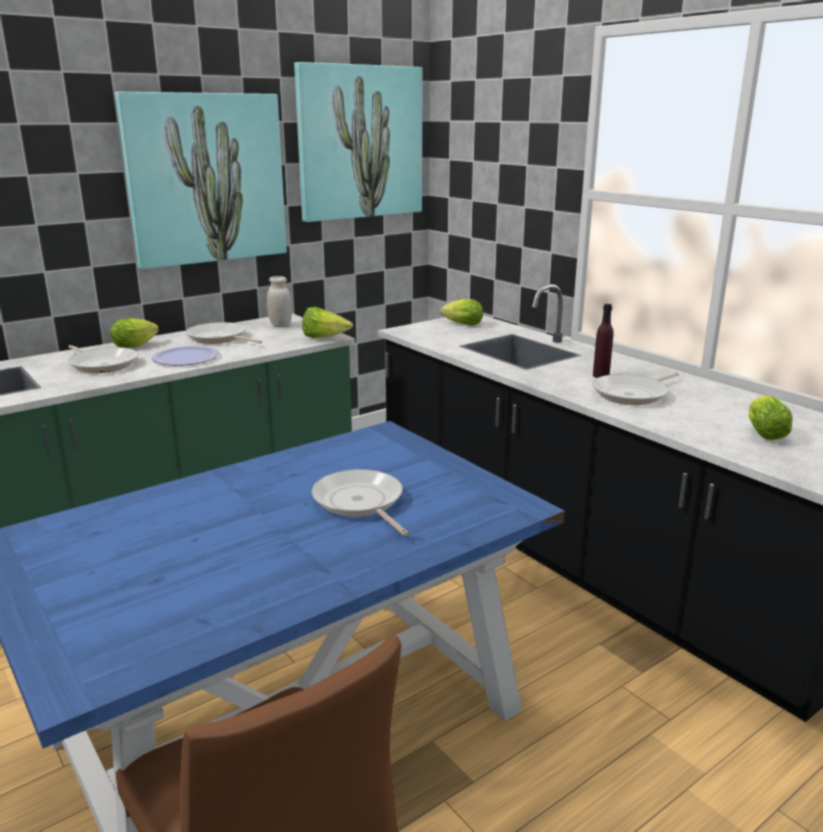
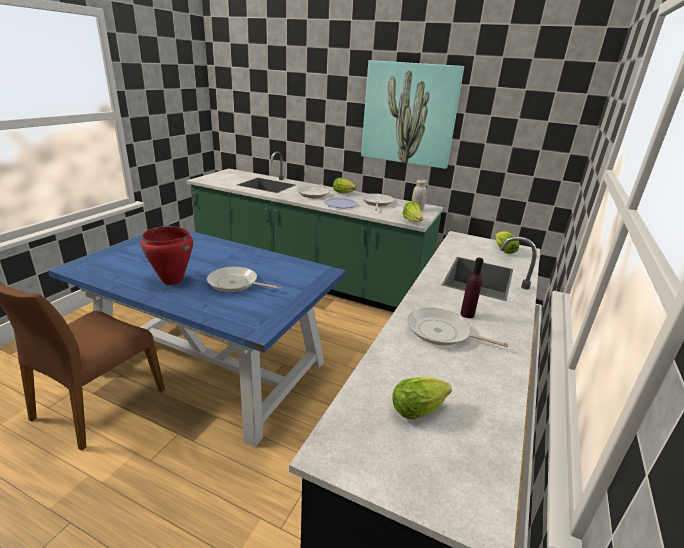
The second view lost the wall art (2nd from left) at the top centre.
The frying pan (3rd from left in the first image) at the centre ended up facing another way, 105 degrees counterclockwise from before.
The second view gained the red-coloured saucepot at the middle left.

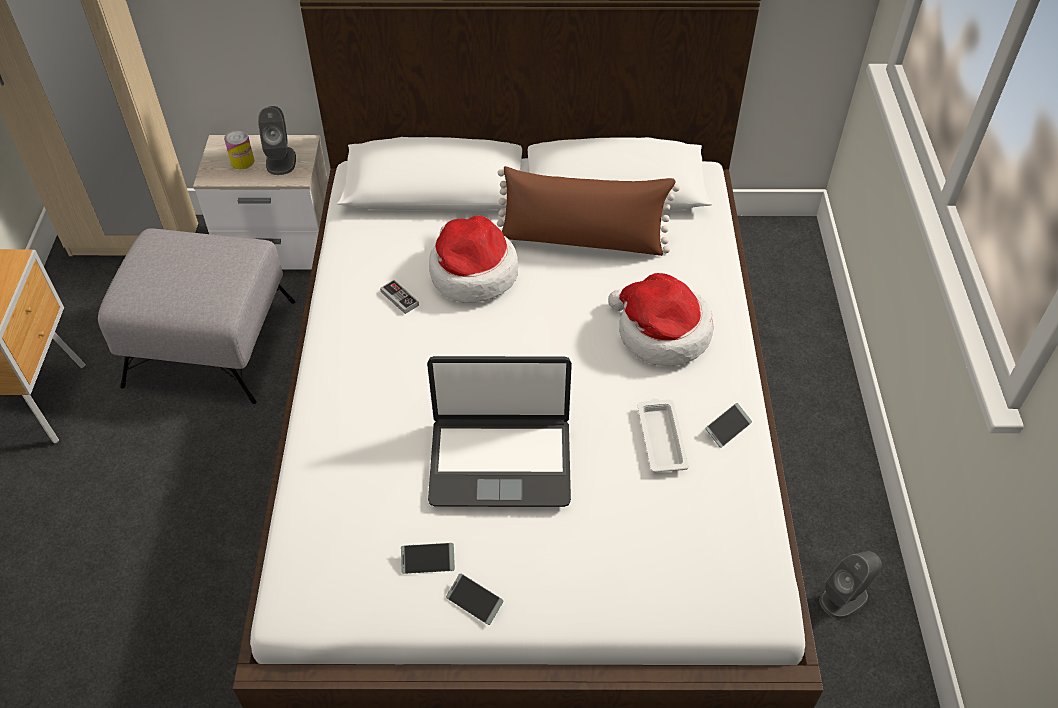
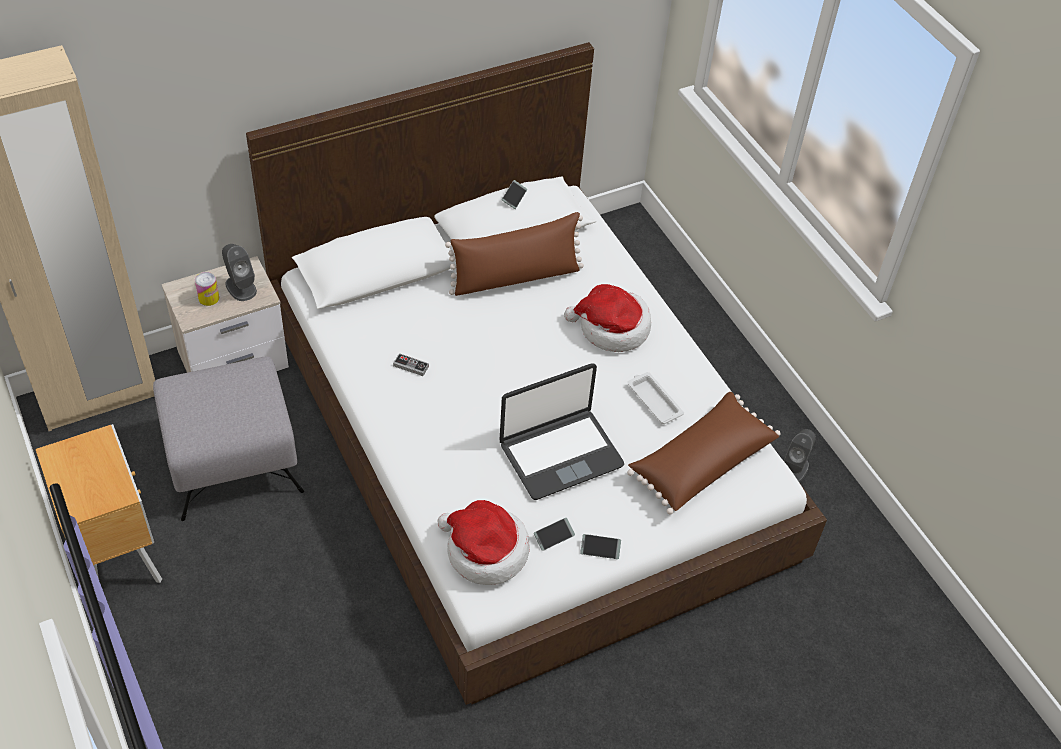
The clothing hat (1st from left) ended up elsewhere, having gone from the centre to the bottom centre.
The telephone (3rd from left in the first image) ended up elsewhere, having gone from the middle right to the top centre.
The second view gained the brown throw pillow (2nd from left) at the centre.

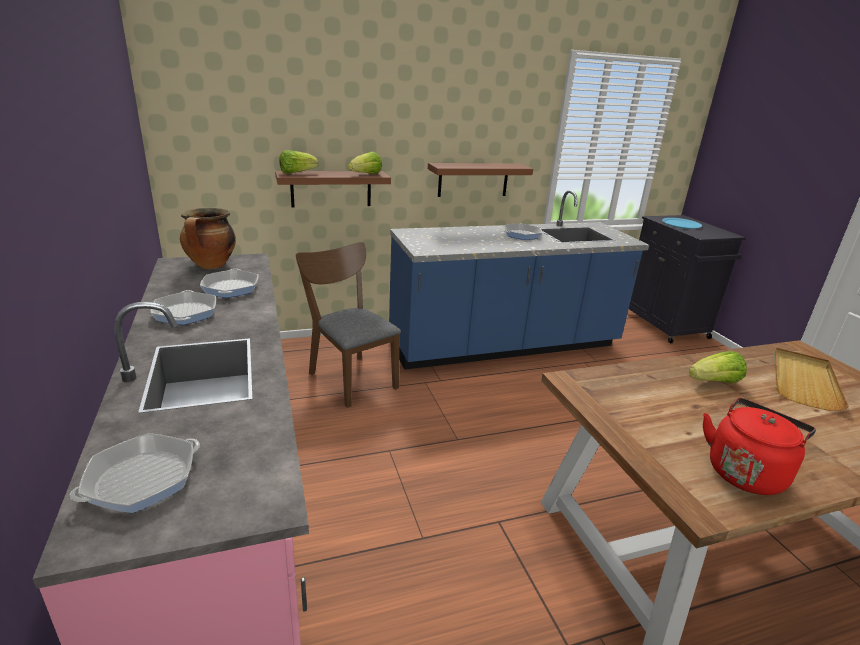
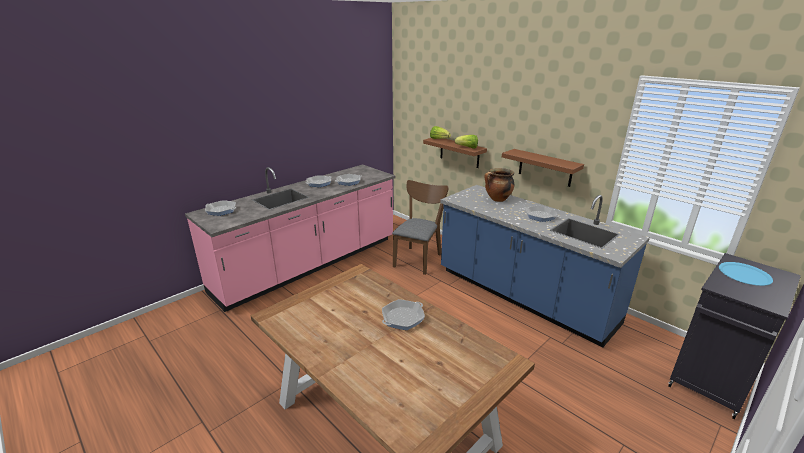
The saucepot ended up elsewhere, having gone from the middle left to the centre.
Where the lettuce (3rd from left) stood at the middle right, the frying pan (4th from left) came to stand at the bottom centre.
The second view lost the red-coloured water kettle at the bottom right.
The second view lost the beige-coloured carrying tray at the middle right.

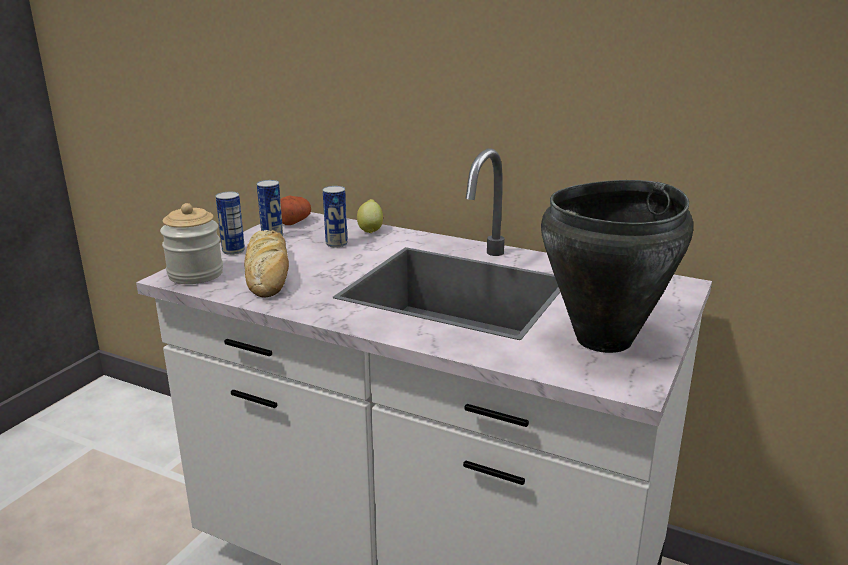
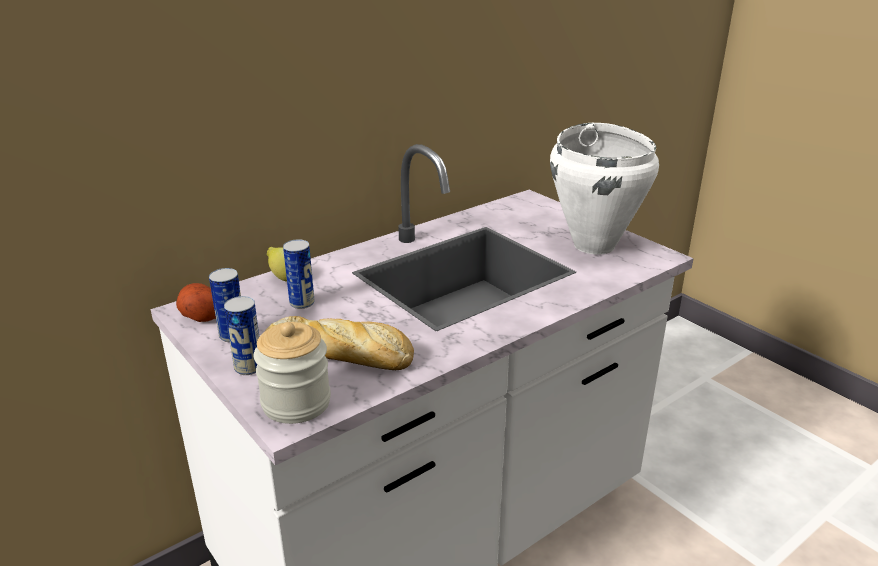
What was the black saucepot at the middle right turned into the white-coloured saucepot at the middle right.

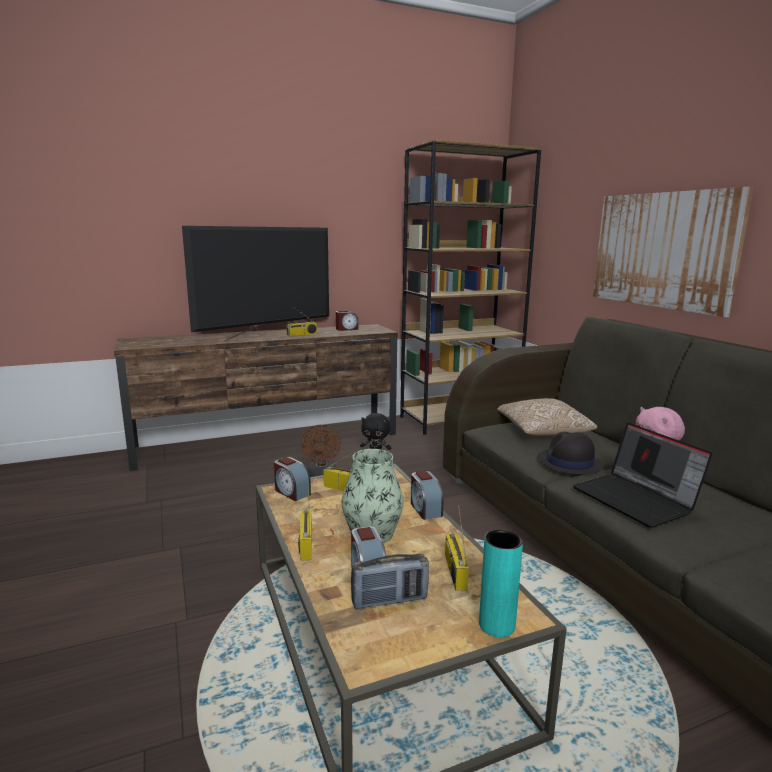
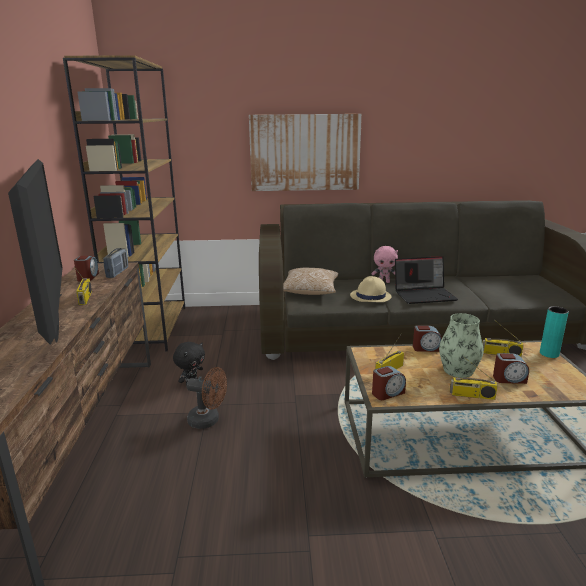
The radio (4th from left in the first image) ended up elsewhere, having gone from the bottom centre to the middle left.
What was the black clothing hat at the middle right turned into the beige-coloured clothing hat at the centre.

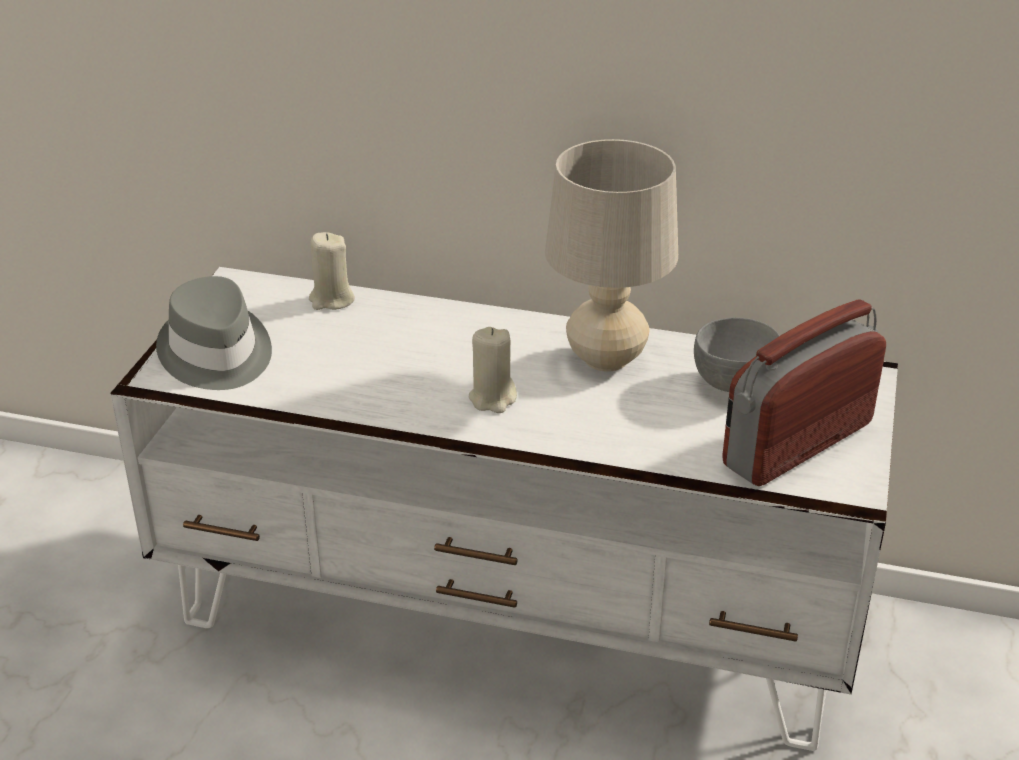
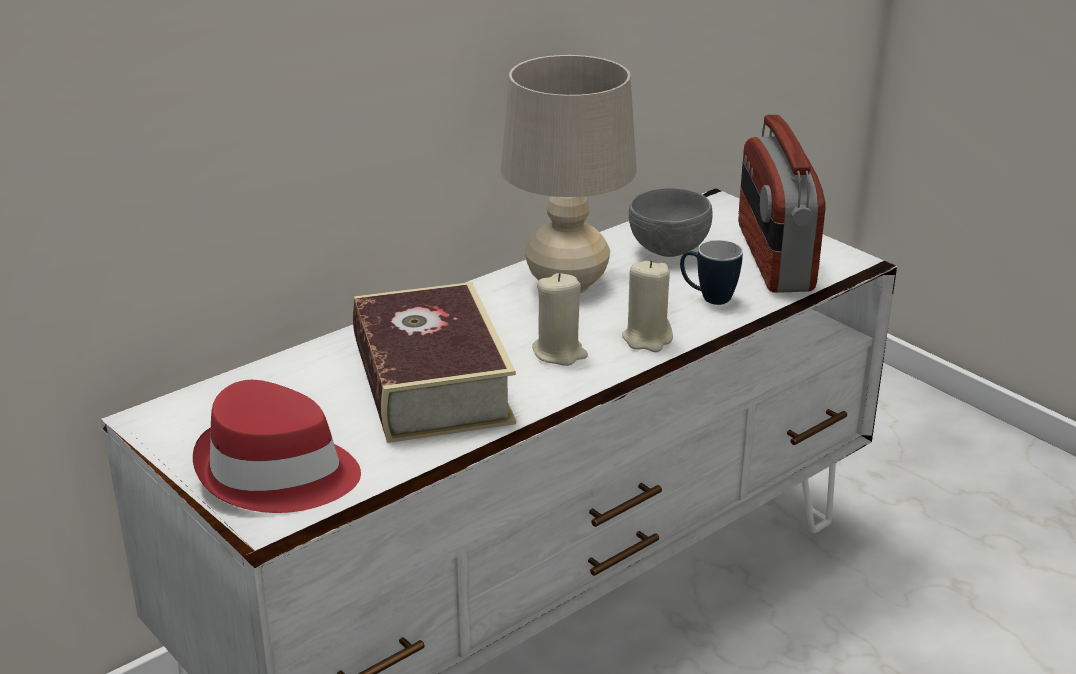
What was the greyish clothing hat at the middle left turned into the red-coloured clothing hat at the middle left.
The beige-coloured candle (1st from left in the first image) ended up elsewhere, having gone from the middle left to the centre.
The second view gained the bound book at the centre.
The second view gained the coffee mug at the centre.

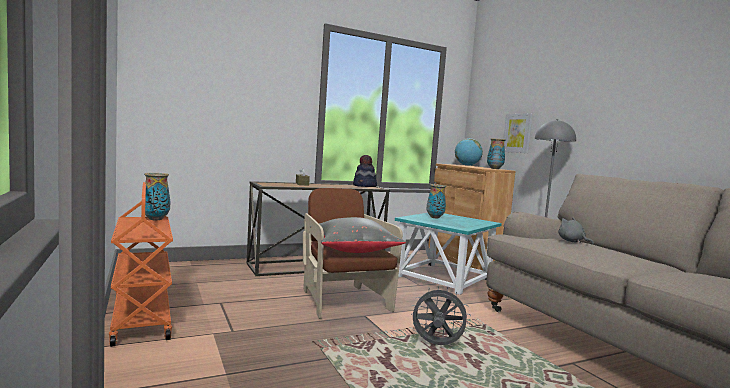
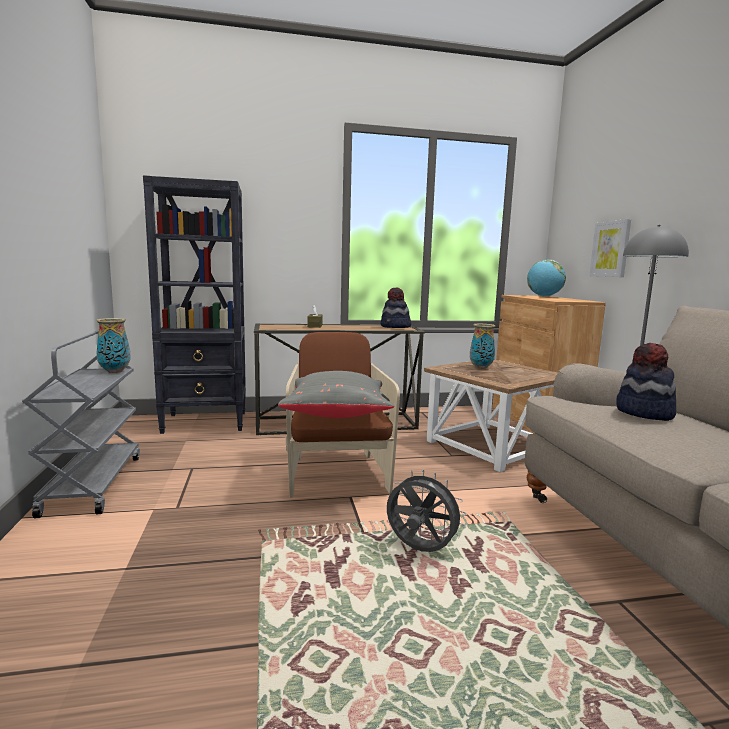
What was the orangey cart at the bottom left turned into the greyish cart at the middle left.
What was the turquoise end table at the centre turned into the brown end table at the middle right.
The second view lost the flower vase (3rd from left) at the middle right.
Where the greyish cuddly toy stood at the middle right, the clothing hat (2nd from left) came to stand at the middle right.
The second view gained the black bookshelf at the middle left.

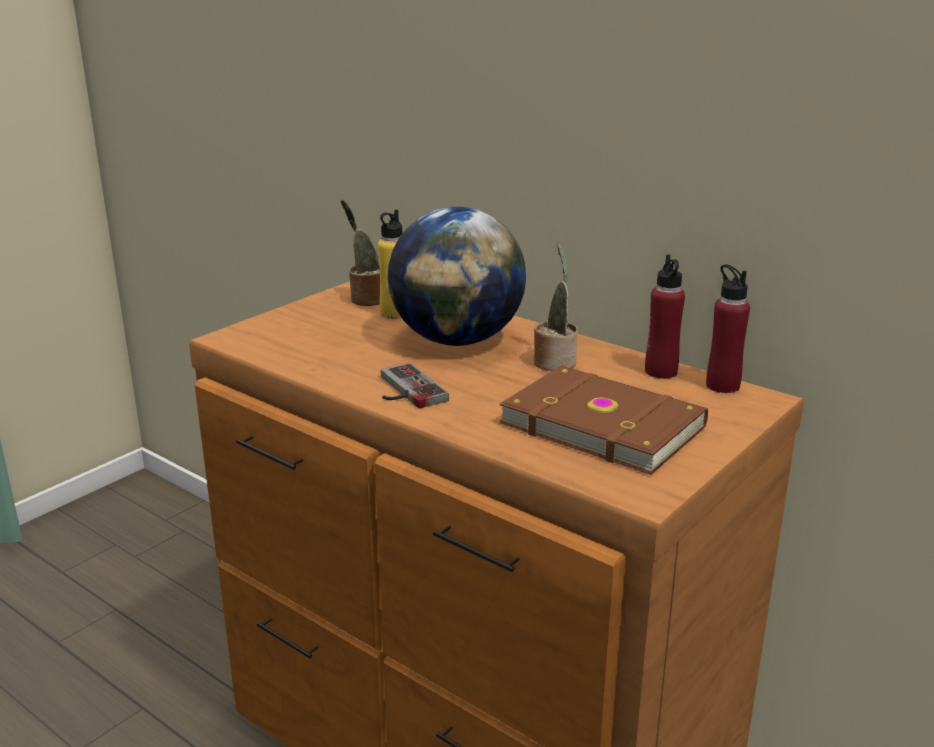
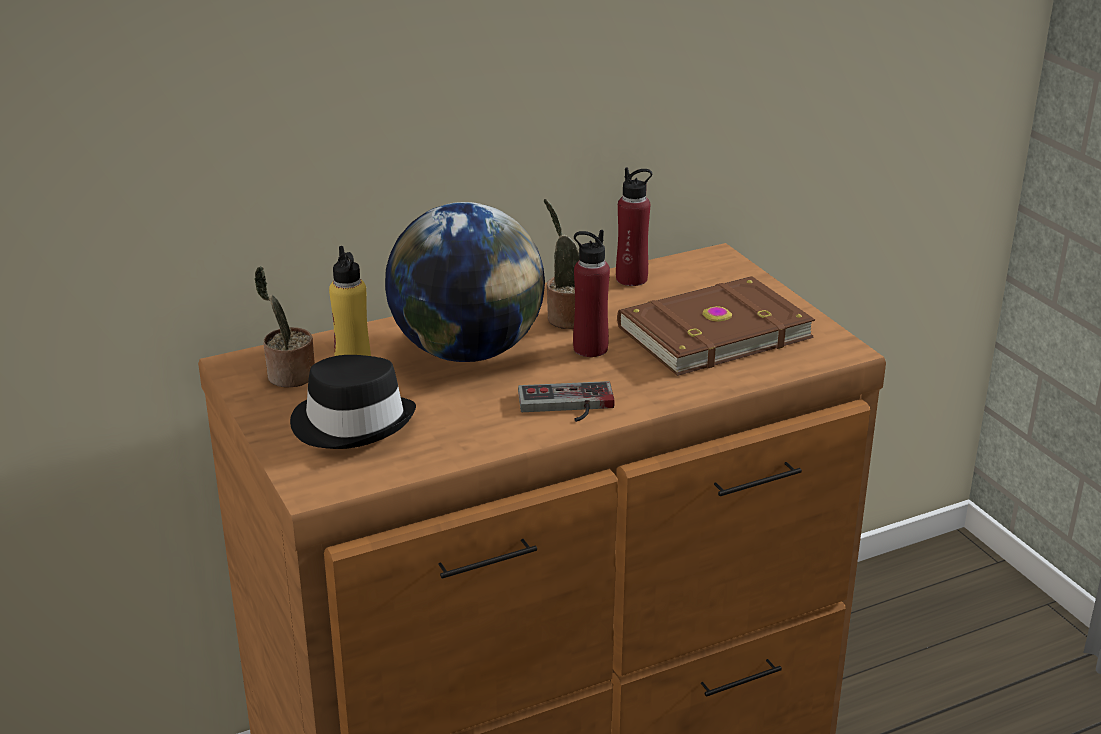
The red-coloured bottle (2nd from left in the first image) ended up elsewhere, having gone from the middle right to the centre.
The second view gained the black clothing hat at the middle left.

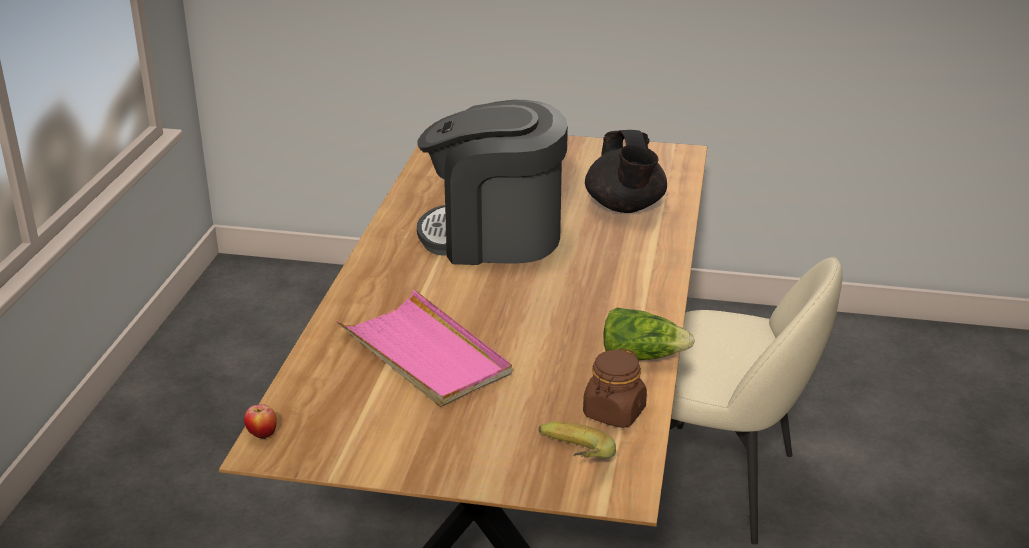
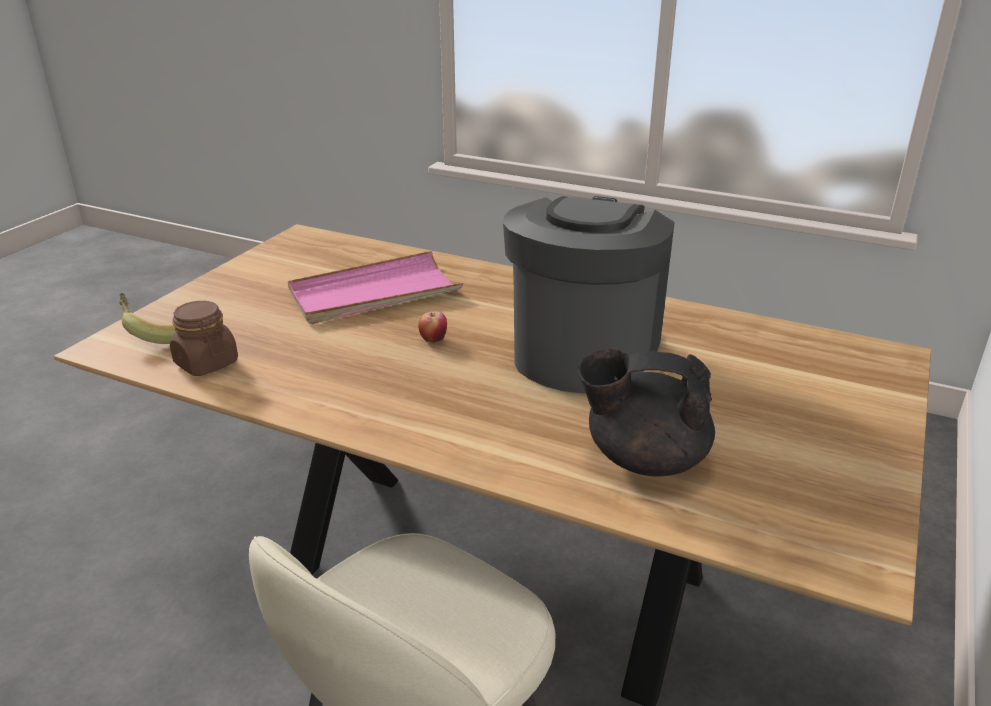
The apple fruit ended up elsewhere, having gone from the bottom left to the centre.
The second view lost the lettuce at the centre.

